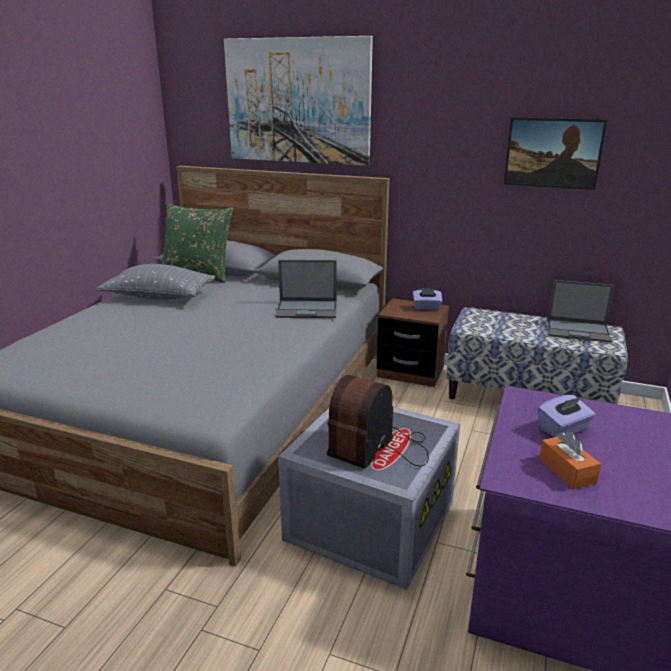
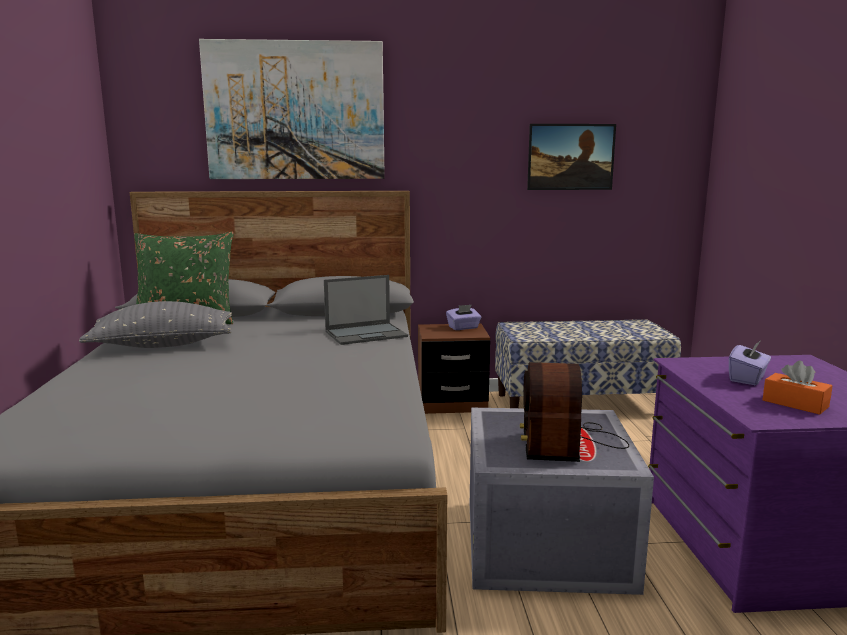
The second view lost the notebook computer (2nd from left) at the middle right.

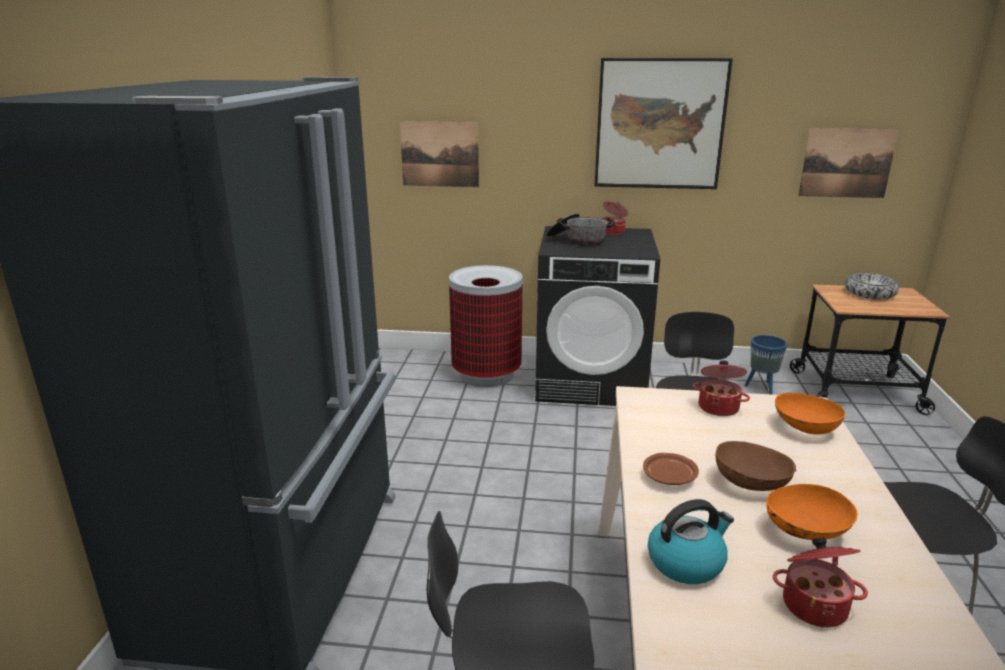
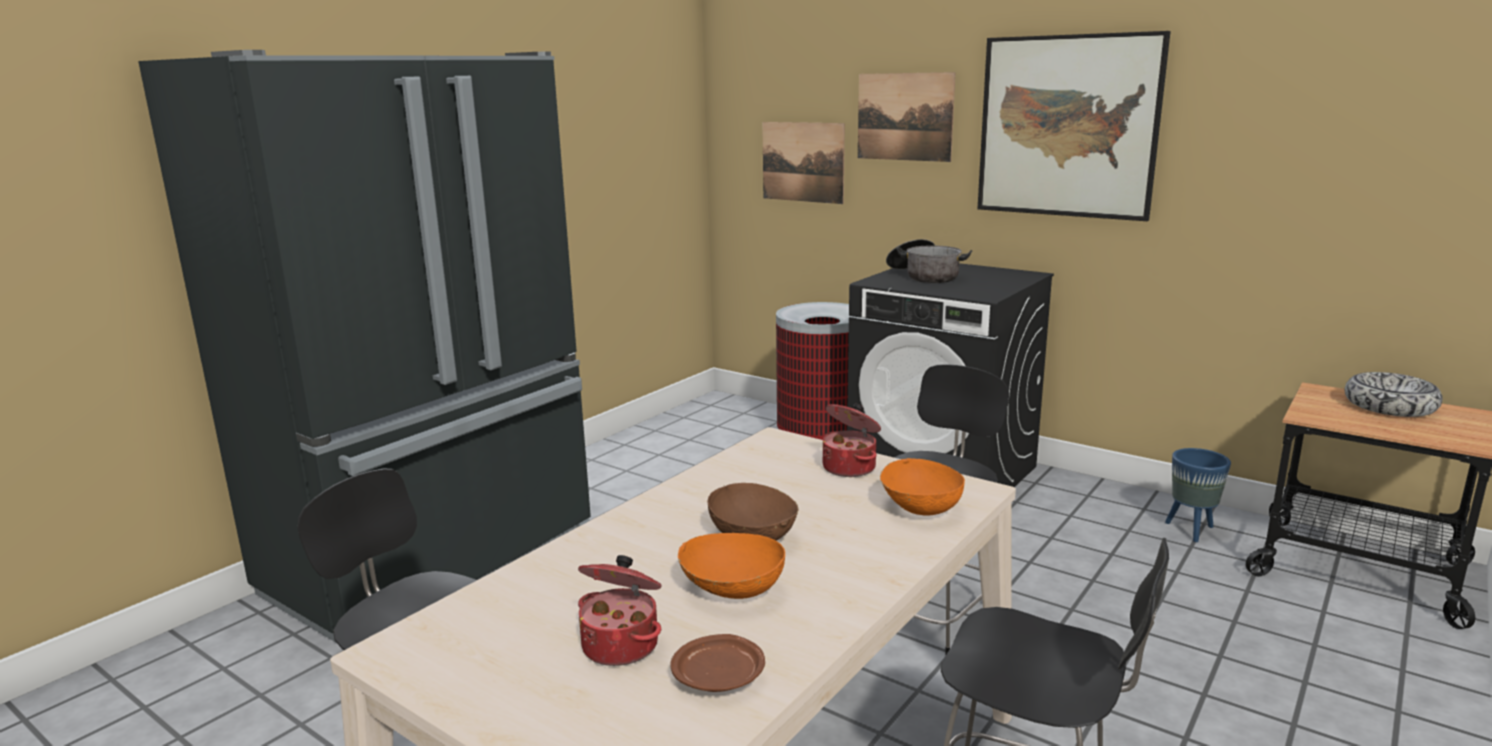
The second view lost the saucepot (2nd from left) at the top centre.
The brown dinner plate ended up elsewhere, having gone from the bottom right to the bottom centre.
The second view lost the water kettle at the bottom right.
The wall art (3rd from left in the first image) ended up elsewhere, having gone from the top right to the top centre.

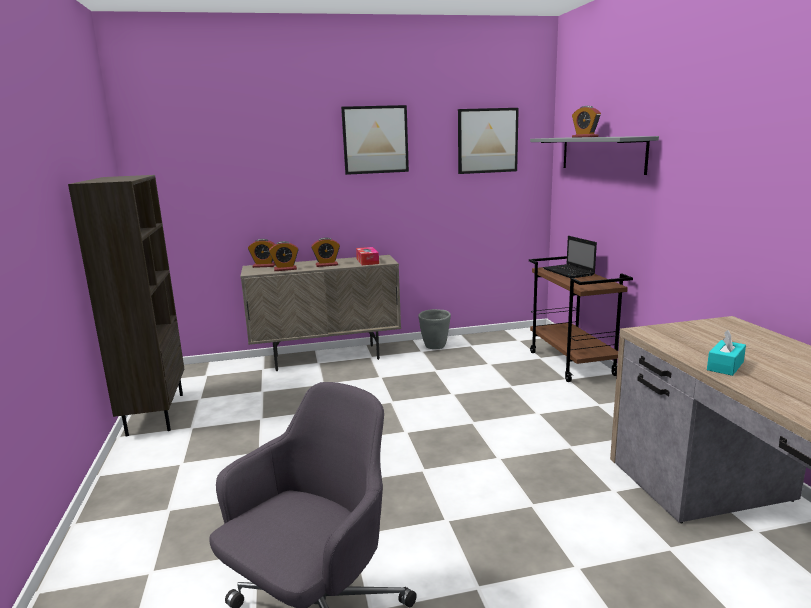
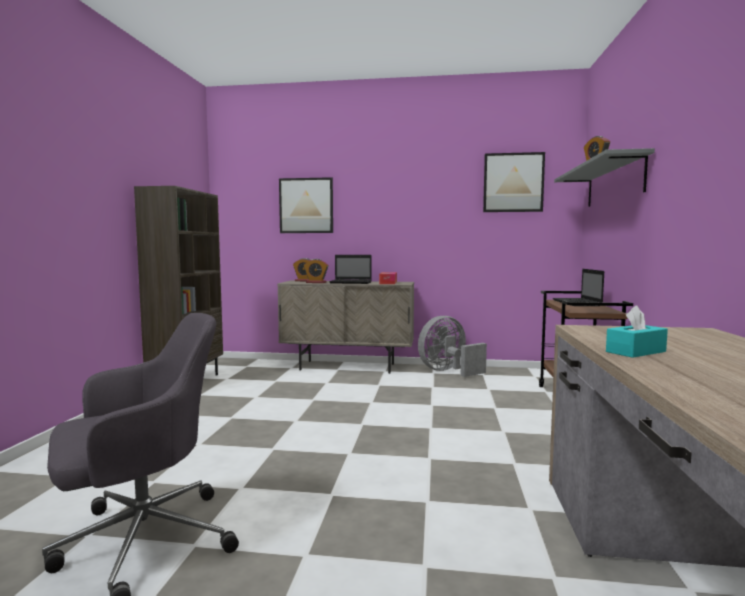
Where the alarm clock (3rd from left) stood at the centre, the notebook computer (1st from left) came to stand at the centre.
The wall art (1st from left) ended up elsewhere, having gone from the top centre to the centre.
Where the greyish plant pot stood at the centre, the greyish fan came to stand at the centre.

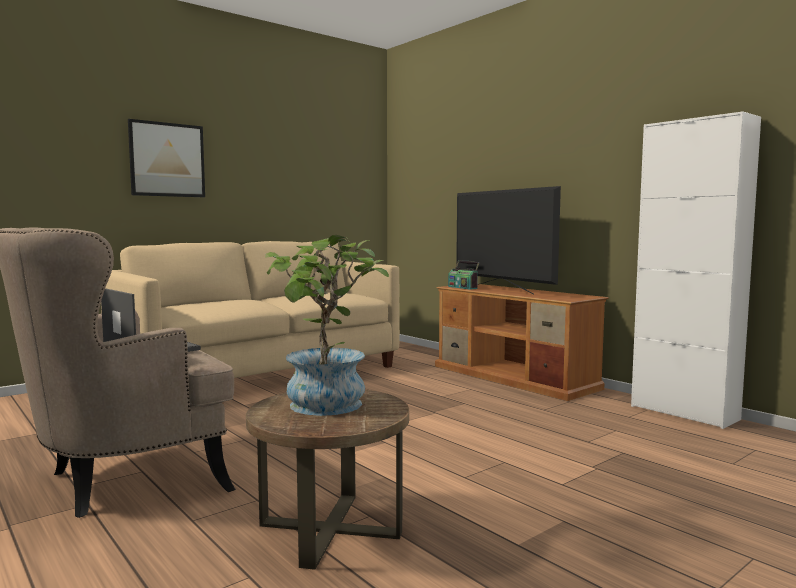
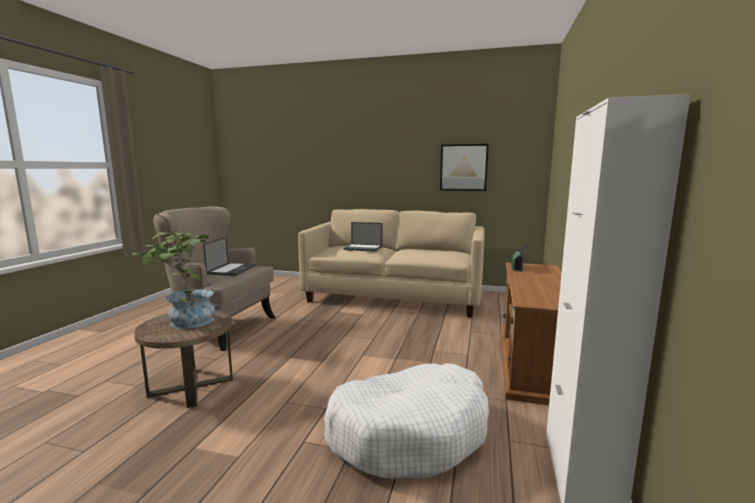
The wall art ended up elsewhere, having gone from the top left to the top centre.
The second view lost the television at the centre.
The second view gained the white-coloured pet bed at the bottom centre.
The second view gained the notebook computer (2nd from left) at the centre.

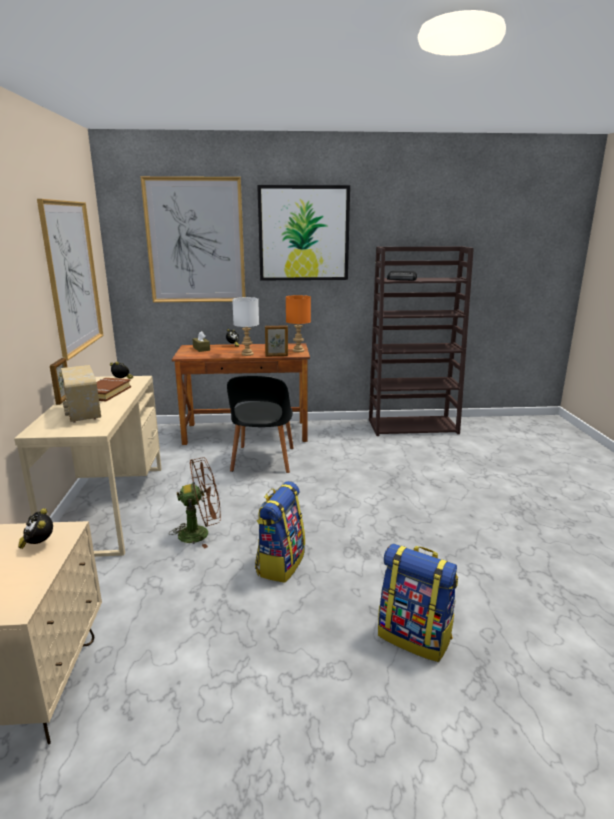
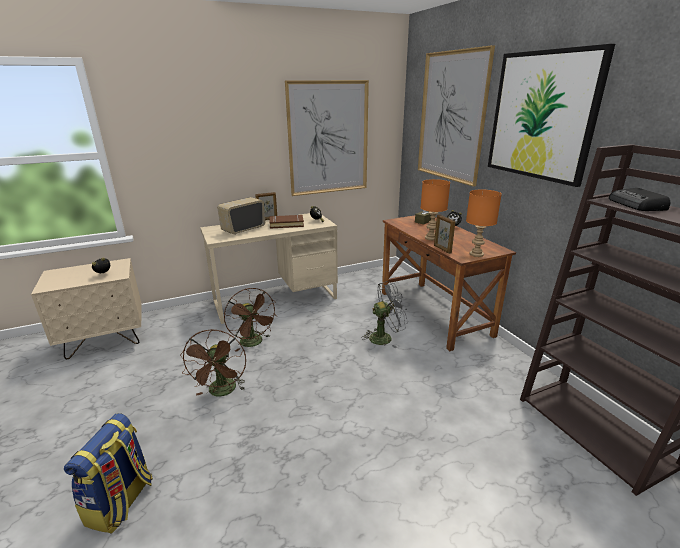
Where the black plain chair stood at the centre, the greyish fan came to stand at the centre.
What was the white-coloured tabletop lamp at the centre turned into the orangey tabletop lamp (1st from left) at the centre.
Where the rucksack (1st from left) stood at the centre, the brown fan (1st from left) came to stand at the middle left.

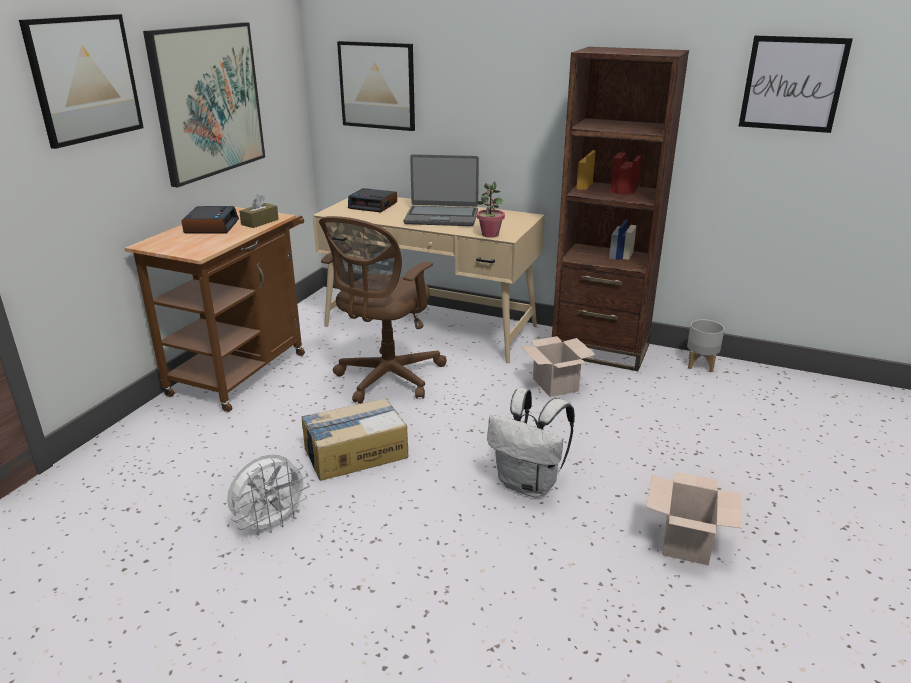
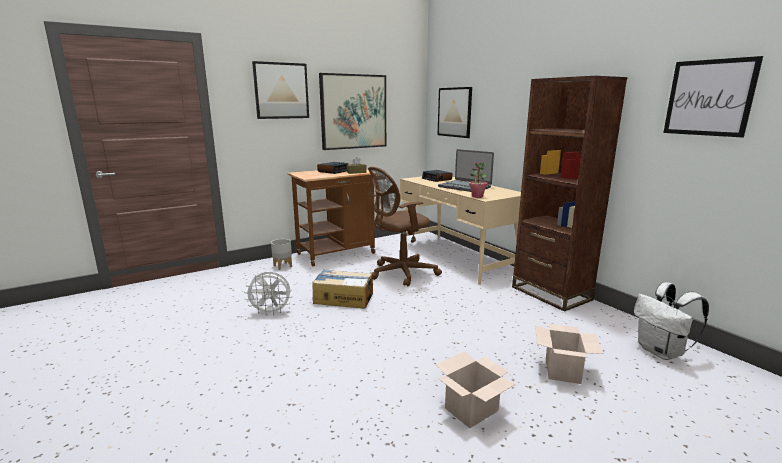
The white-coloured rucksack ended up elsewhere, having gone from the centre to the bottom right.
The packing box (2nd from left in the first image) ended up elsewhere, having gone from the centre to the bottom right.
The greyish plant pot ended up elsewhere, having gone from the middle right to the centre.

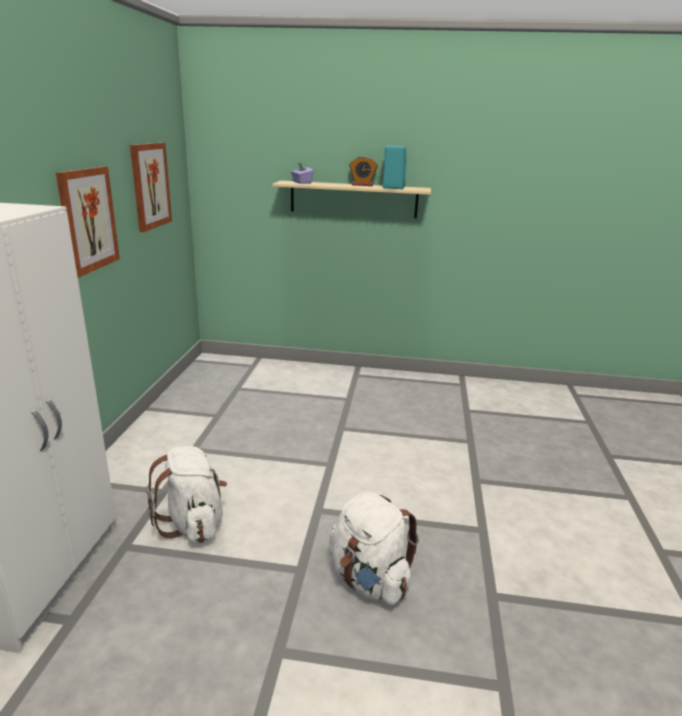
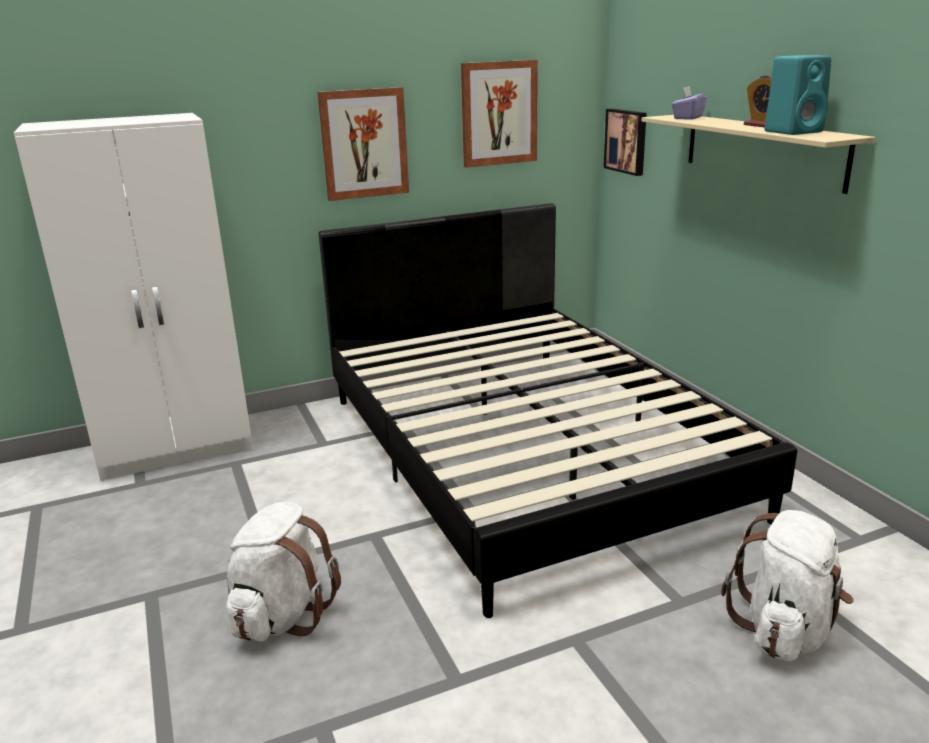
The white-coloured rucksack (1st from left in the first image) ended up elsewhere, having gone from the bottom left to the bottom right.
The second view gained the black sleeping bed at the centre.
The second view gained the wall art (3rd from left) at the top right.

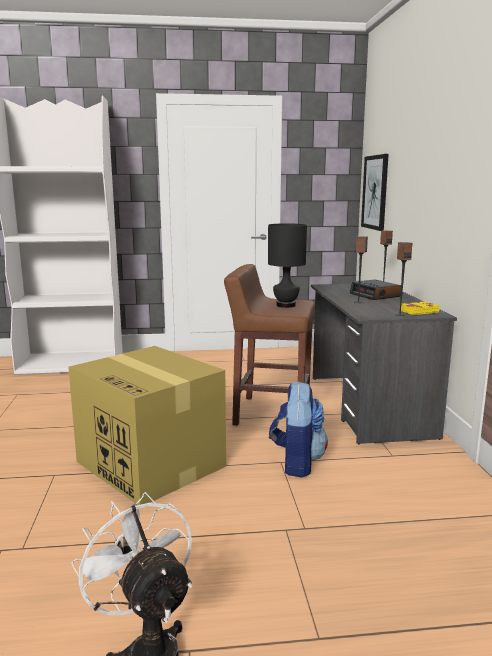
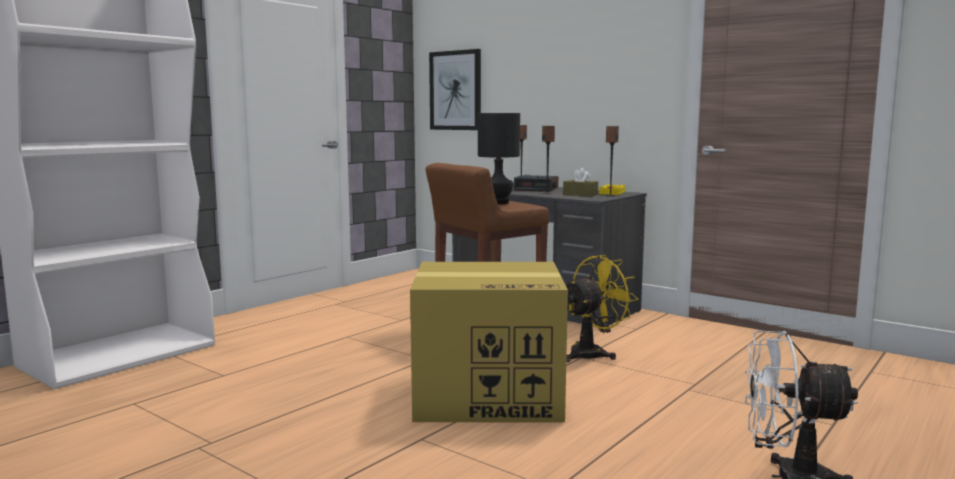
Where the rucksack stood at the centre, the yellow fan came to stand at the centre.
The second view gained the brown tissue box at the centre.

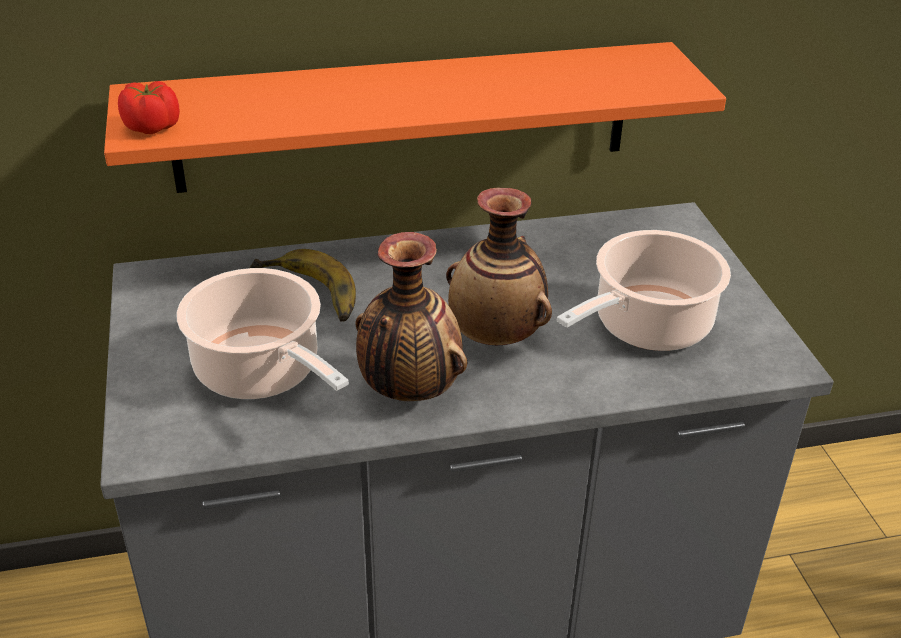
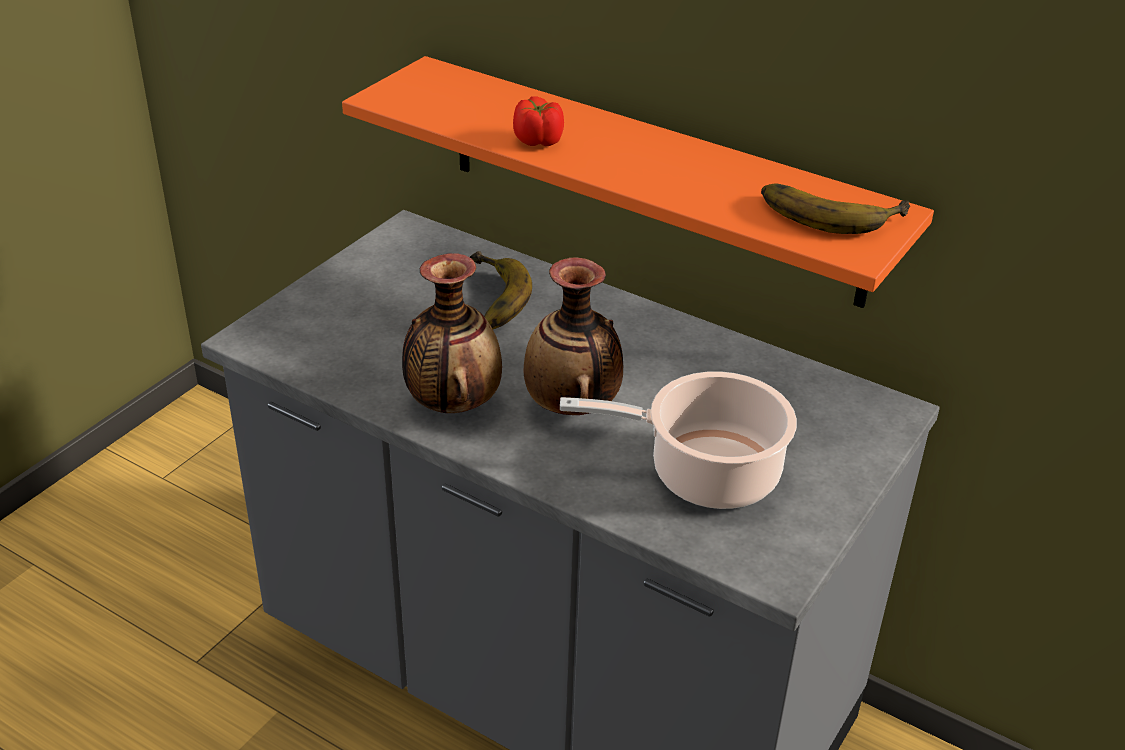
The whole tomato ended up elsewhere, having gone from the top left to the top centre.
The second view lost the saucepot (1st from left) at the middle left.
The second view gained the banana fruit (2nd from left) at the top right.

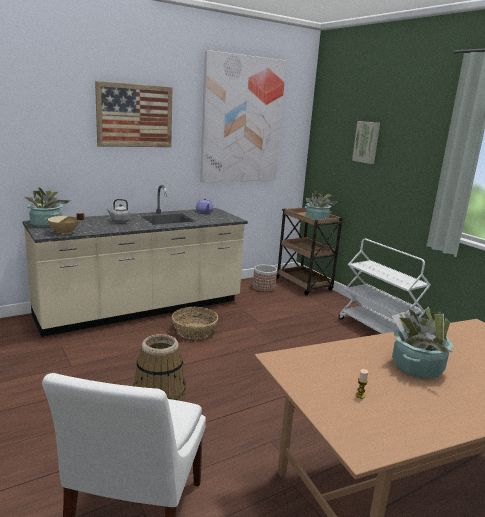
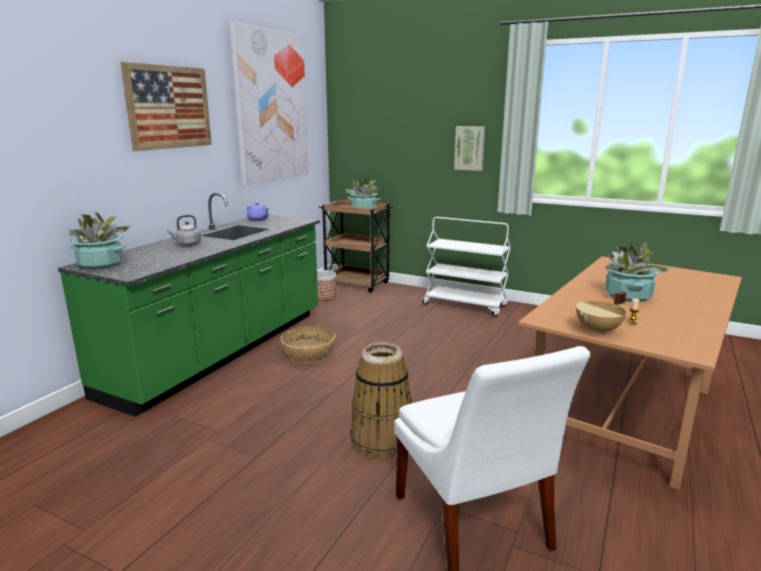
What was the beige-coloured counter at the middle left turned into the green-coloured counter at the middle left.
The beige-coloured saucepot ended up elsewhere, having gone from the middle left to the middle right.
The wall art (3rd from left) ended up elsewhere, having gone from the top right to the top centre.

